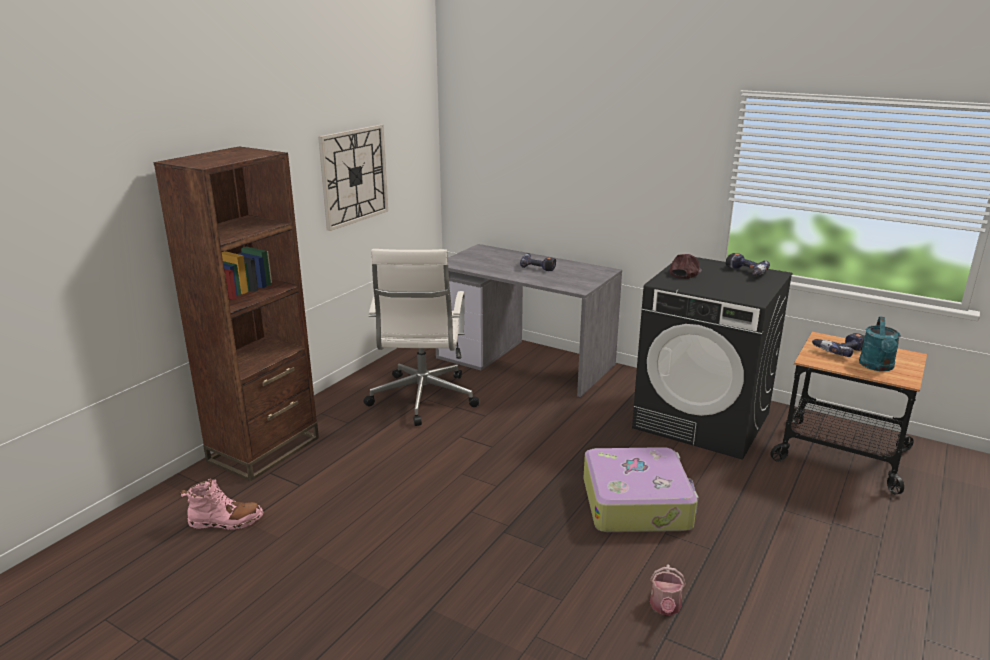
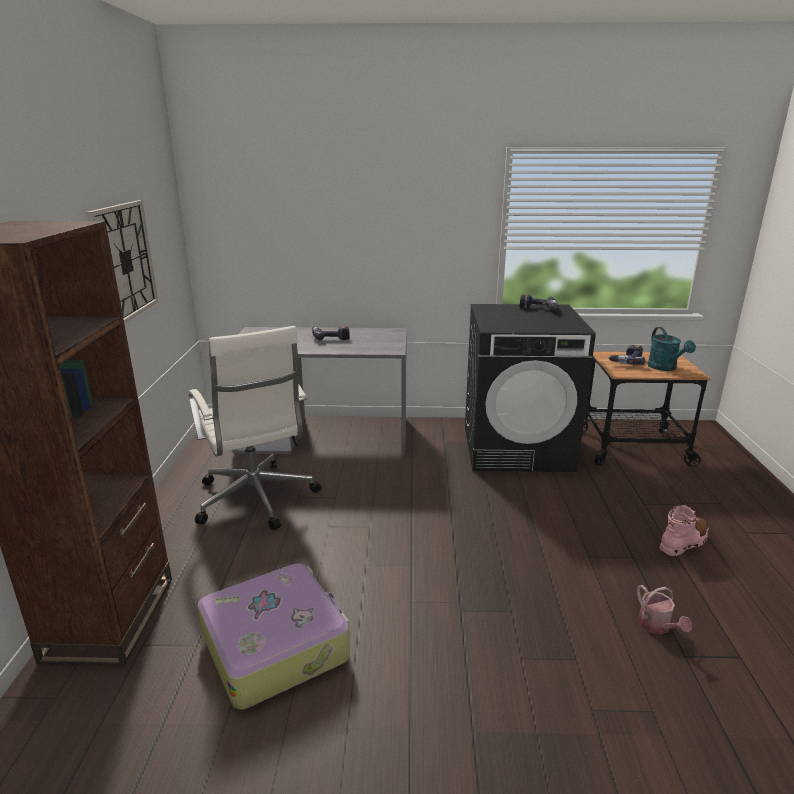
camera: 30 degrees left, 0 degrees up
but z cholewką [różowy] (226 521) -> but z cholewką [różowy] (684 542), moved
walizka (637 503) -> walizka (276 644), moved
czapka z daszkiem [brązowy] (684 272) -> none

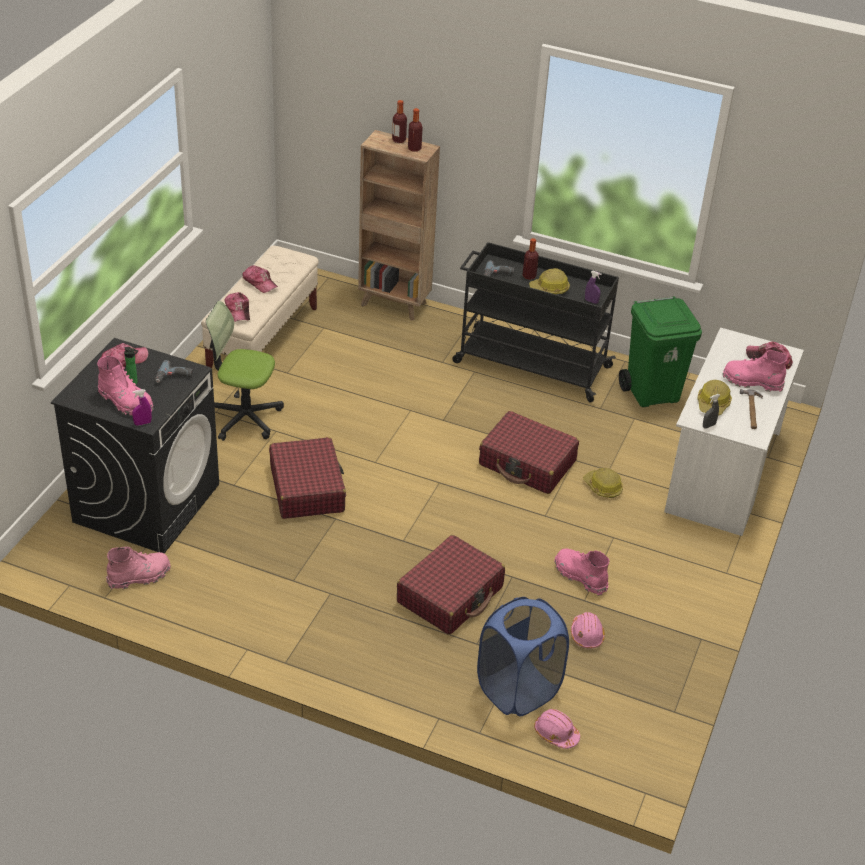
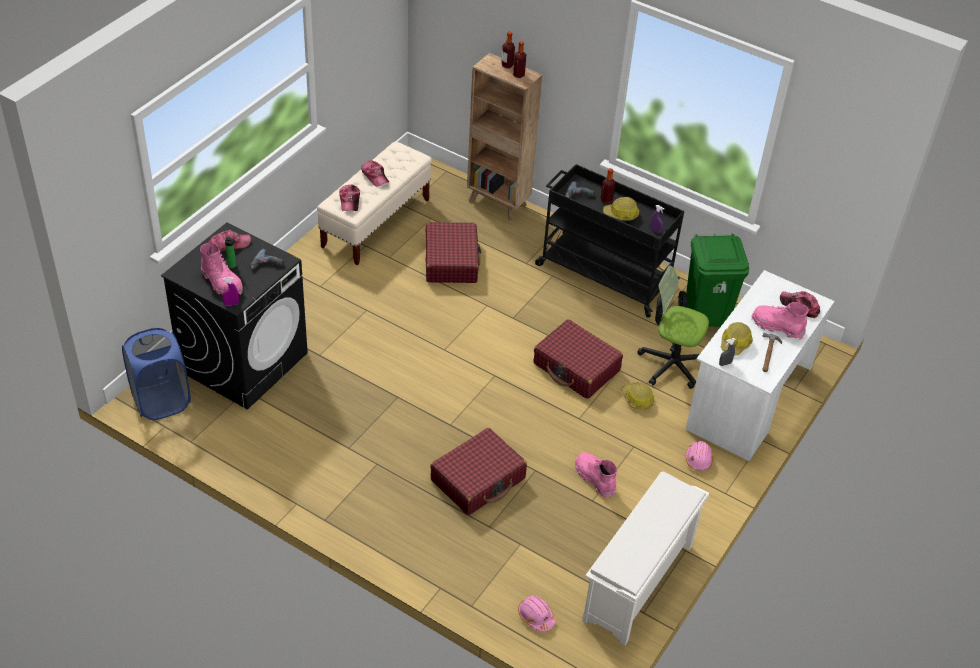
camera: 10 degrees right, 5 degrees up
but z cholewką [różowy] (139 576) -> none
krzesło biurowe (244 417) -> krzesło biurowe (671 364), moved
walizka [czerwony] (307 488) -> walizka [czerwony] (451 261), moved
kosz na pranie [niebieski] (518 690) -> kosz na pranie [niebieski] (161 401), moved
kask [różowy] (586 635) -> kask [różowy] (698 459), moved
none -> regał na buty [biały] (638 584)

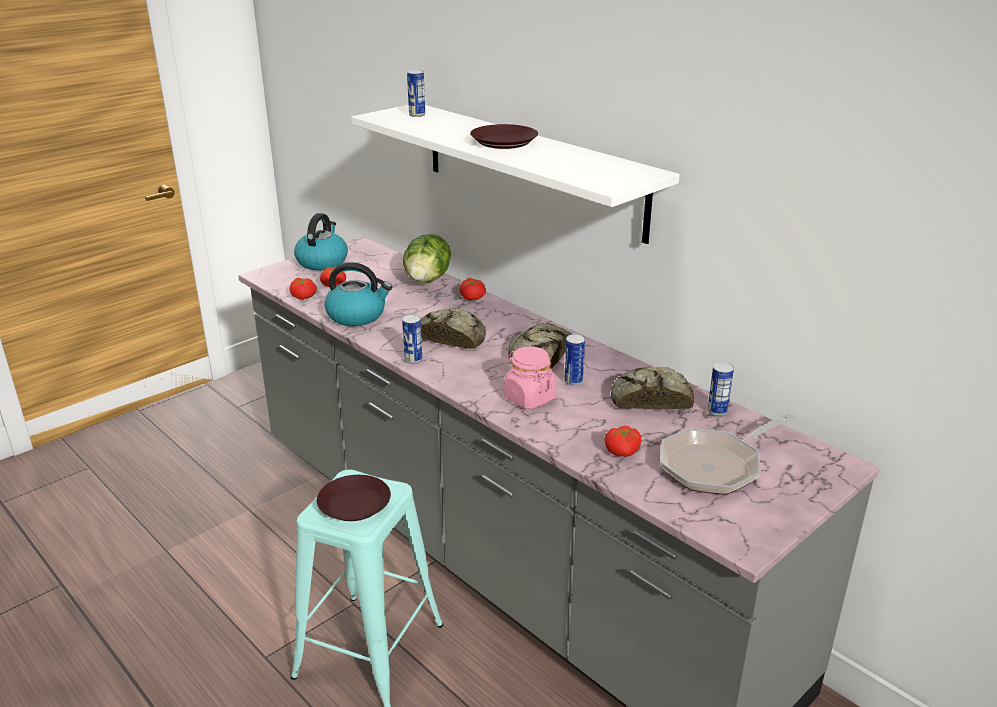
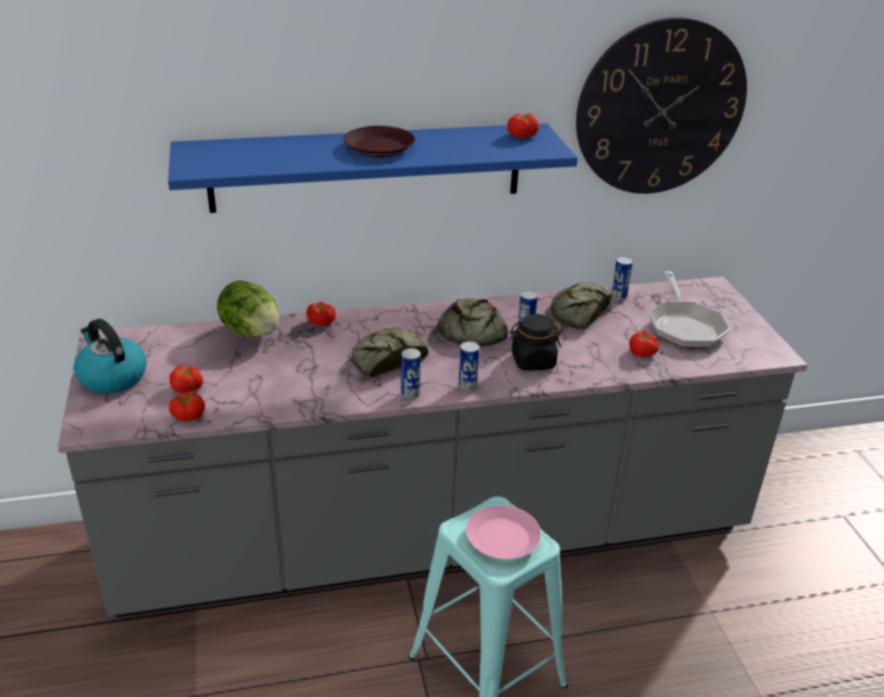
camera: 60 degrees left, 5 degrees up
talerz [brązowy] (355 504) -> talerz [różowy] (503 538)
czajnik (357 315) -> none
półka [biały] (531 169) -> półka [niebieski] (367 167)
puszka (417 115) -> puszka (467 386), moved
słoik [różowy] (529 398) -> słoik [czarny] (533 361)
none -> pomidor (521 135)
none -> zegar ścienny (660 108)

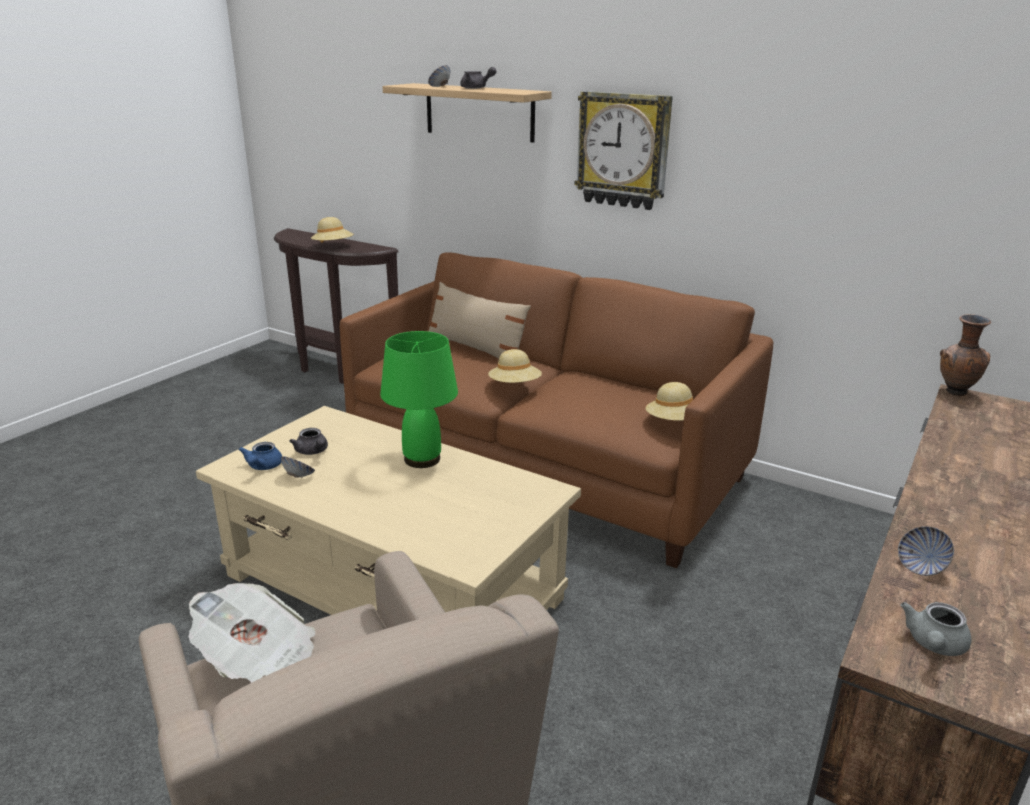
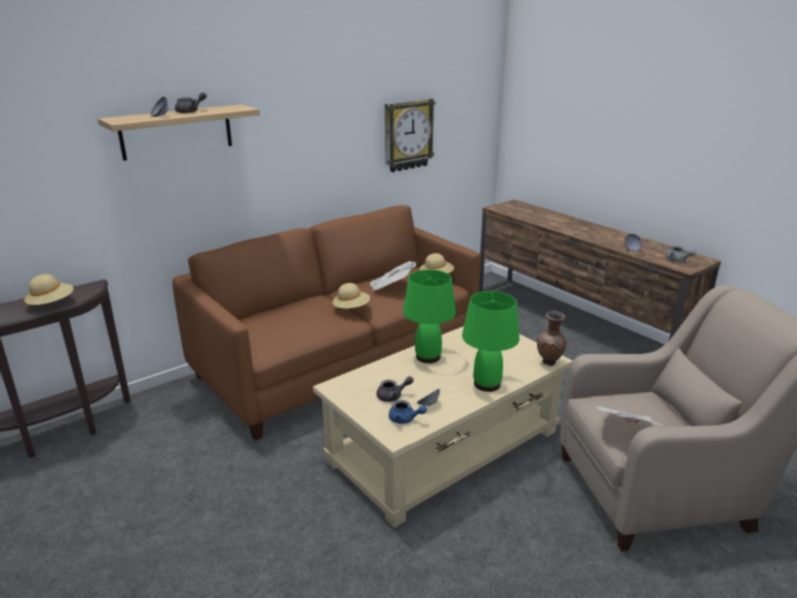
camera: 70 degrees left, 0 degrees up
poduszka [beżowy] (476 350) -> none
zegar ścienny (623 150) -> zegar ścienny (407 135), moved
wazon [brązowy] (955 393) -> wazon [brązowy] (549 363), moved
none -> gazeta (391 287)
none -> lampa stołowa [zielony] (487 384)

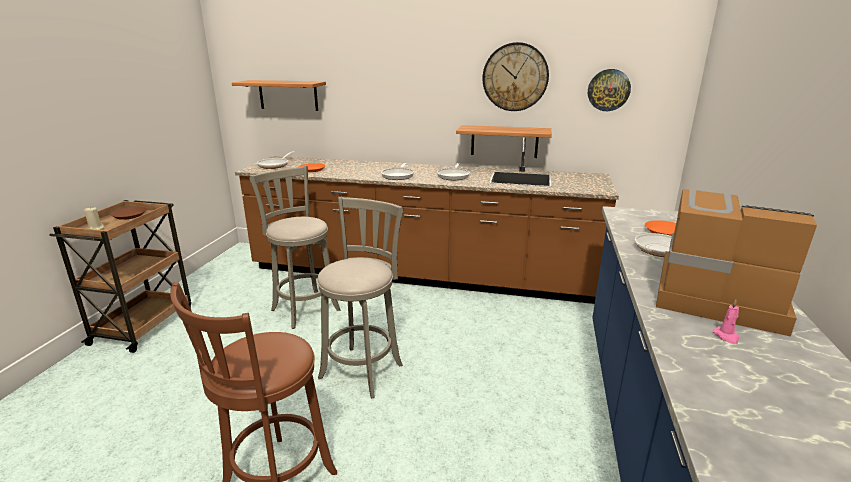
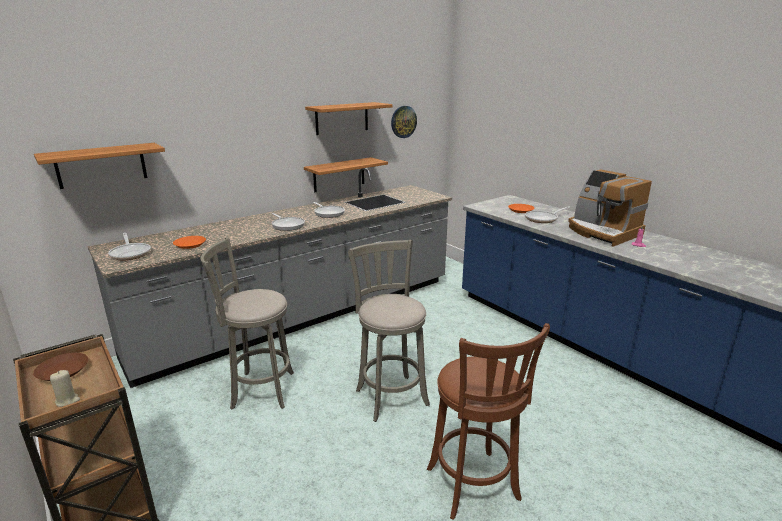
camera: 50 degrees left, 0 degrees up
zabudowa kuchenna [brązowy] (420 276) -> zabudowa kuchenna [szary] (304 317)
zegar ścienny (515 77) -> półka (342 118)
ekspres do kawy (714 297) -> ekspres do kawy (602 232), 105 degrees counterclockwise

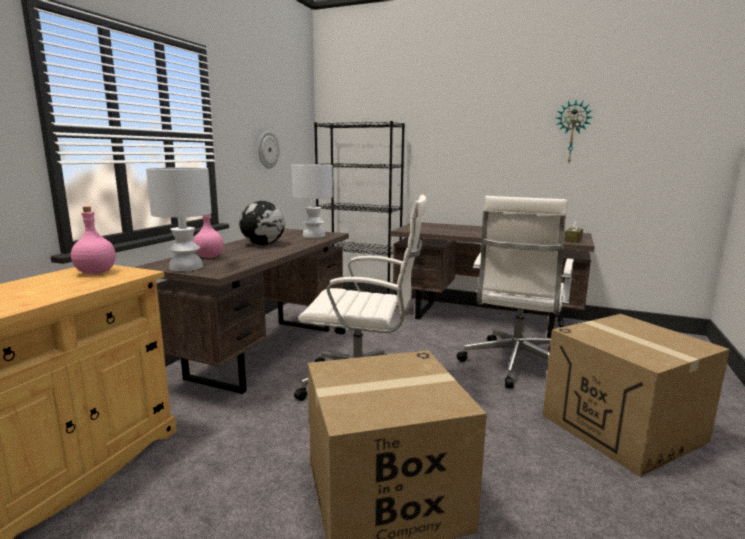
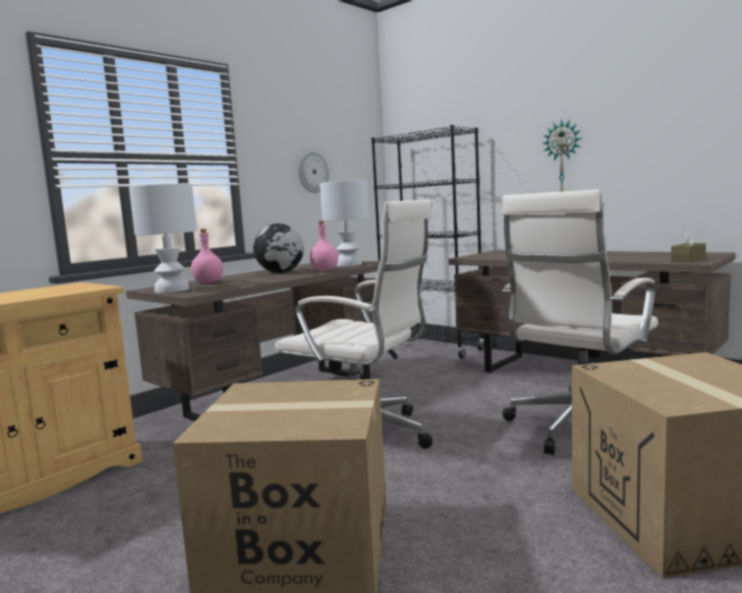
camera: 20 degrees right, 5 degrees down
butelka [różowy] (95 272) -> butelka [różowy] (324 271), moved
zegar ścienny (572 132) -> zegar ścienny (563 158), moved

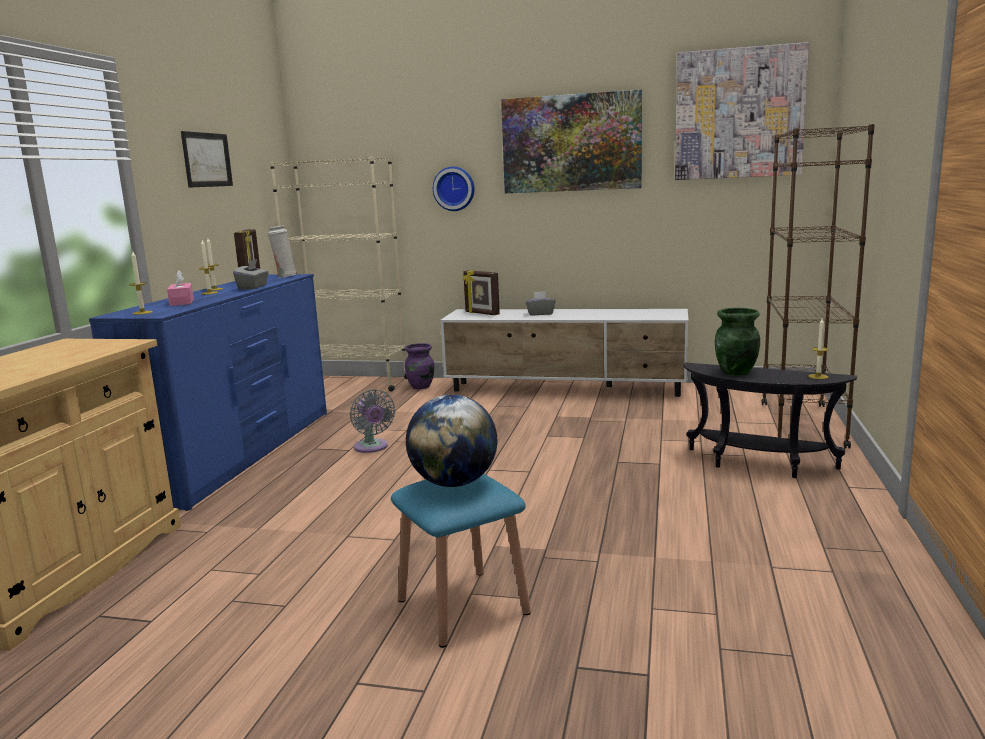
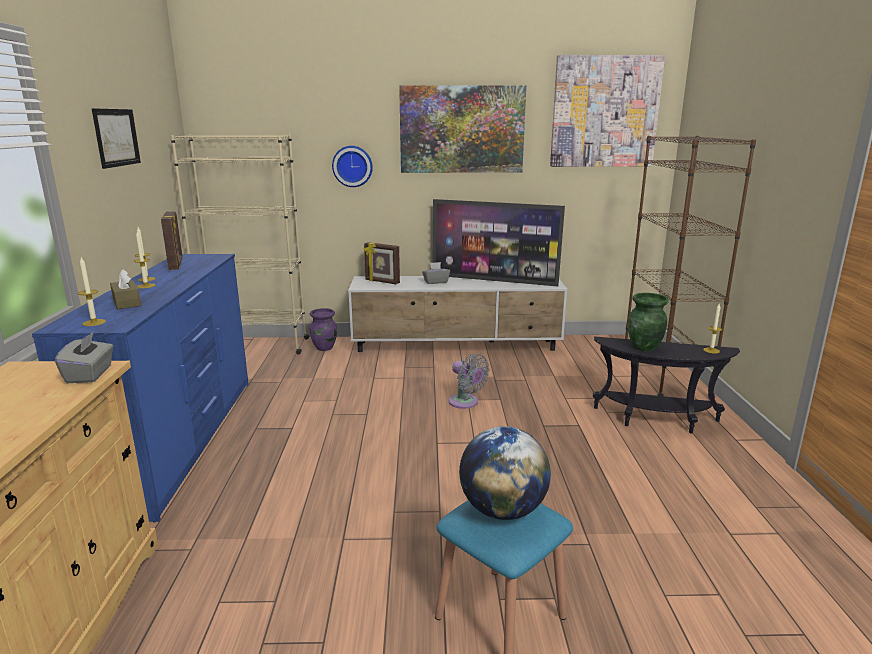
camera: 15 degrees left, 5 degrees up
pudełko chusteczek [różowy] (182 302) -> pudełko chusteczek [brązowy] (126 302)
pudełko chusteczek [szary] (253 287) -> pudełko chusteczek [szary] (90 374), moved
wazon [biały] (285 276) -> none
wentylator [szary] (372 448) -> wentylator [szary] (465 403), moved
none -> telewizor (494 280)

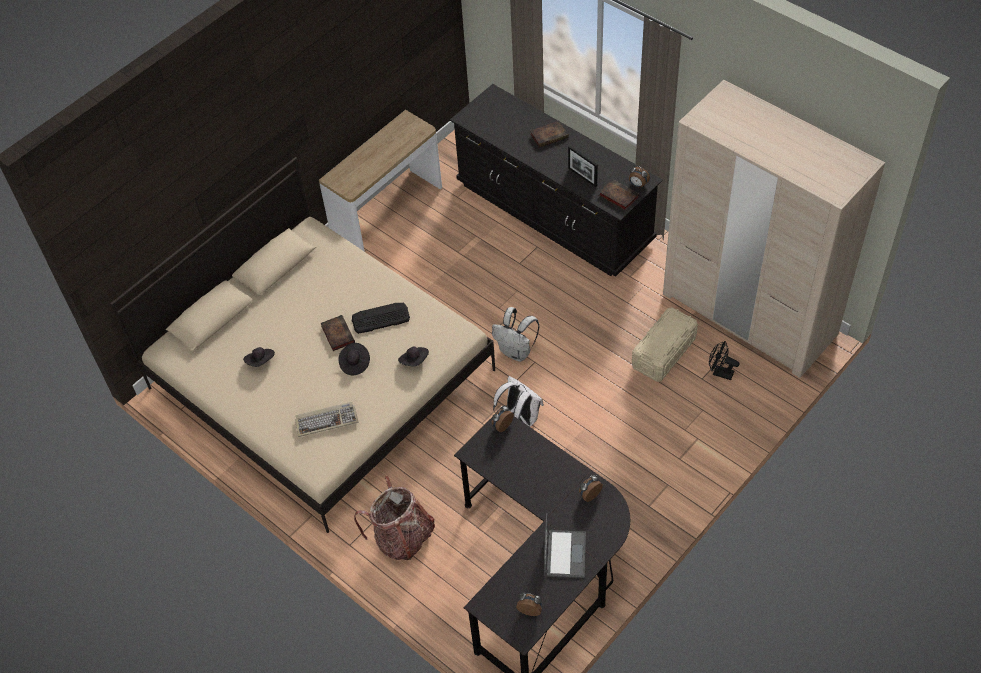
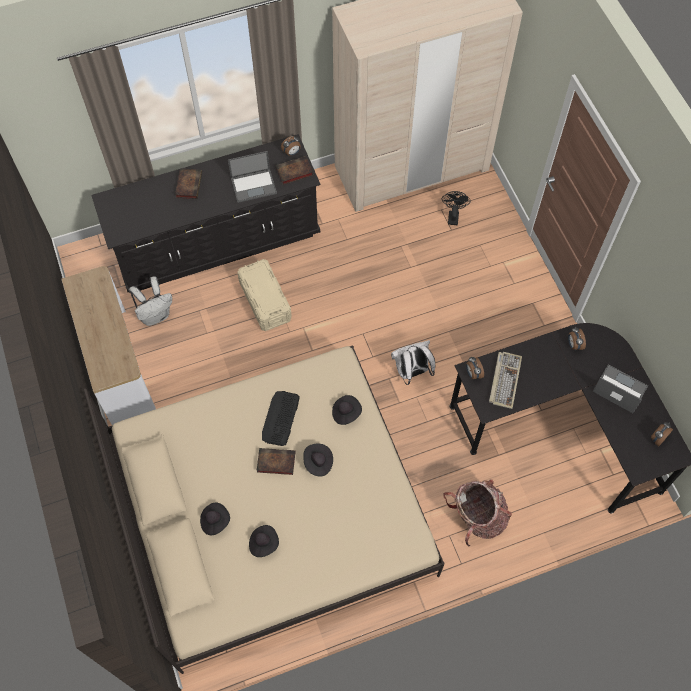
camera: 65 degrees left, 10 degrees up
klawiatura (327 420) -> klawiatura (504 380), moved
plecak [biały] (516 351) -> plecak [biały] (156 315), moved
ramka na zdjęcie (582 177) -> laptop (254 185)
pojemnik do przechowywania [beżowy] (664 352) -> pojemnik do przechowywania [beżowy] (265 301), moved
wentylator [czarny] (719 372) -> wentylator [czarny] (453 215), 135 degrees clockwise
none -> kapelusz [czarny] (215 521)

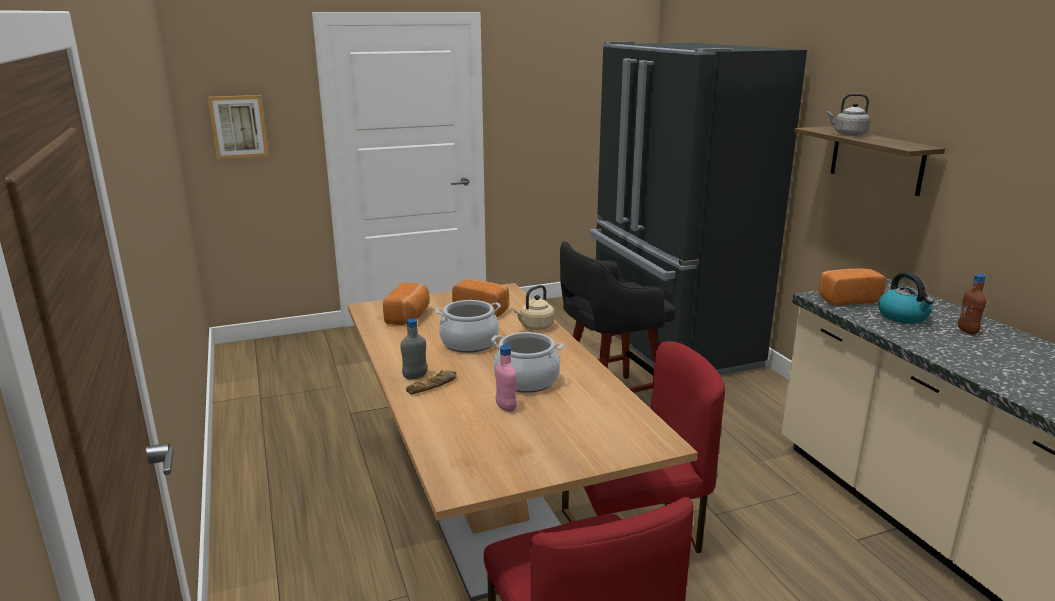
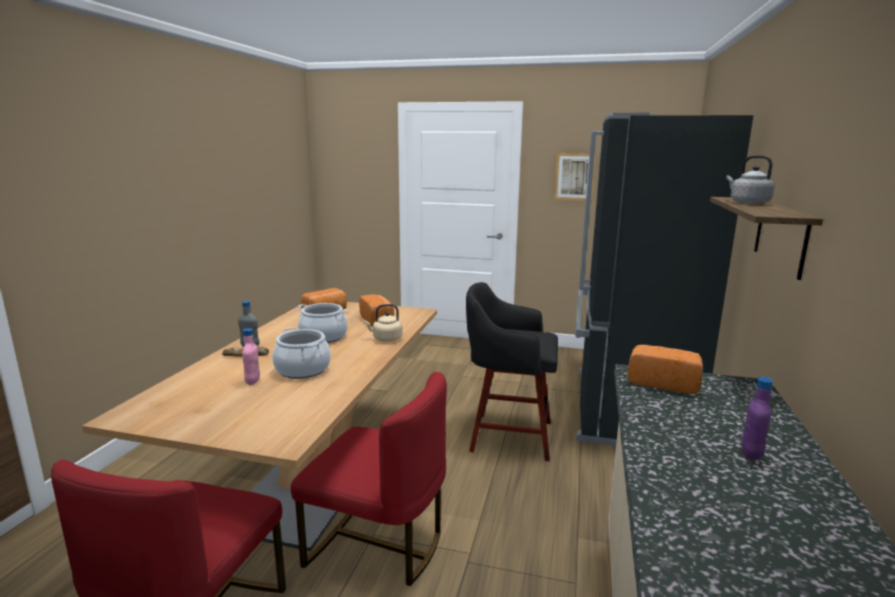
camera: 35 degrees right, 5 degrees down
obraz (238 126) -> obraz (574 176), moved
czajnik (903 317) -> none
butelka [brązowy] (967 331) -> butelka [fioletowy] (751 454)

